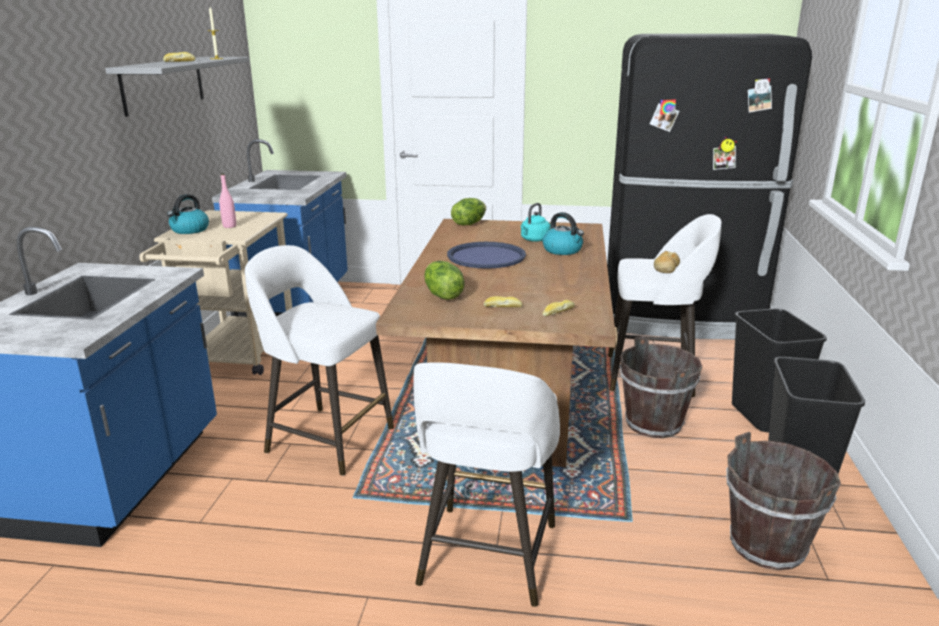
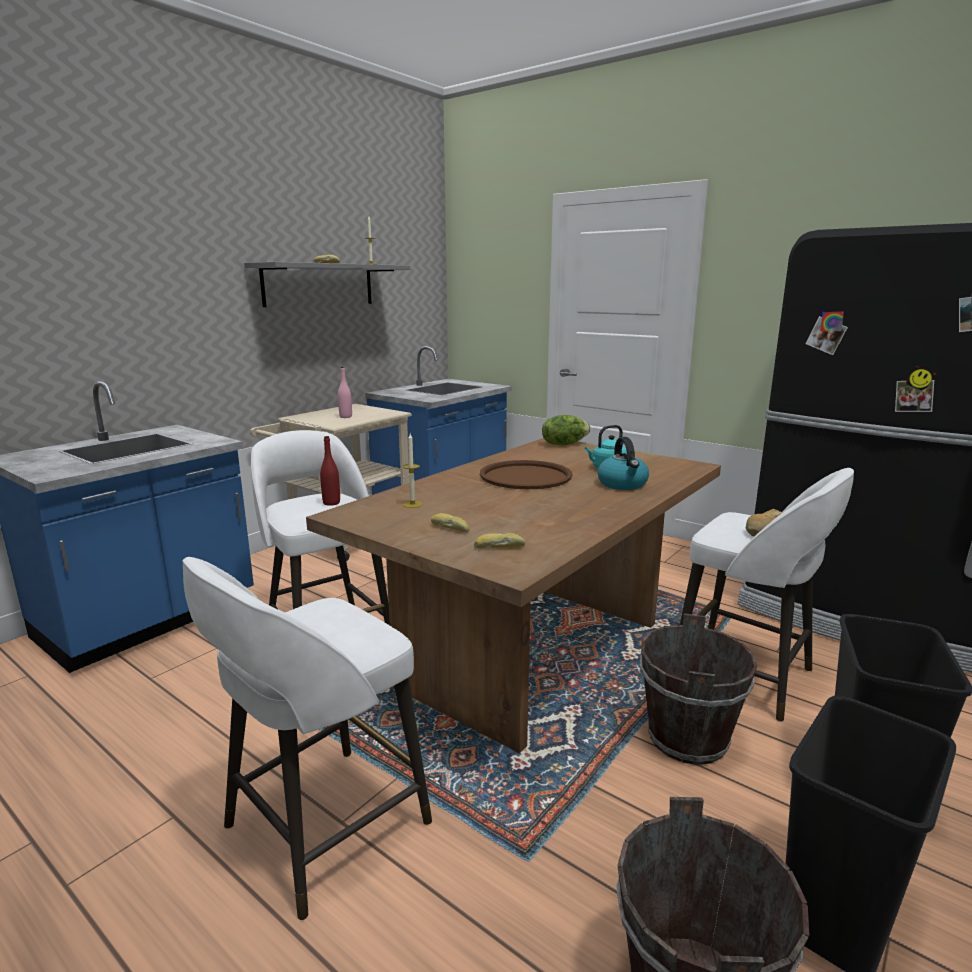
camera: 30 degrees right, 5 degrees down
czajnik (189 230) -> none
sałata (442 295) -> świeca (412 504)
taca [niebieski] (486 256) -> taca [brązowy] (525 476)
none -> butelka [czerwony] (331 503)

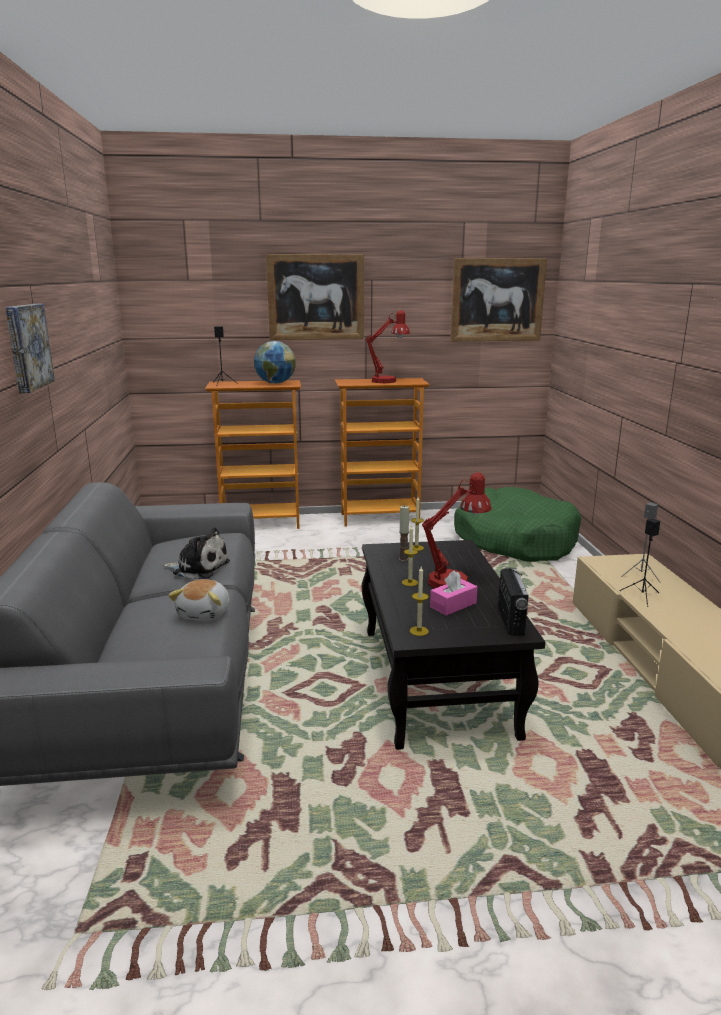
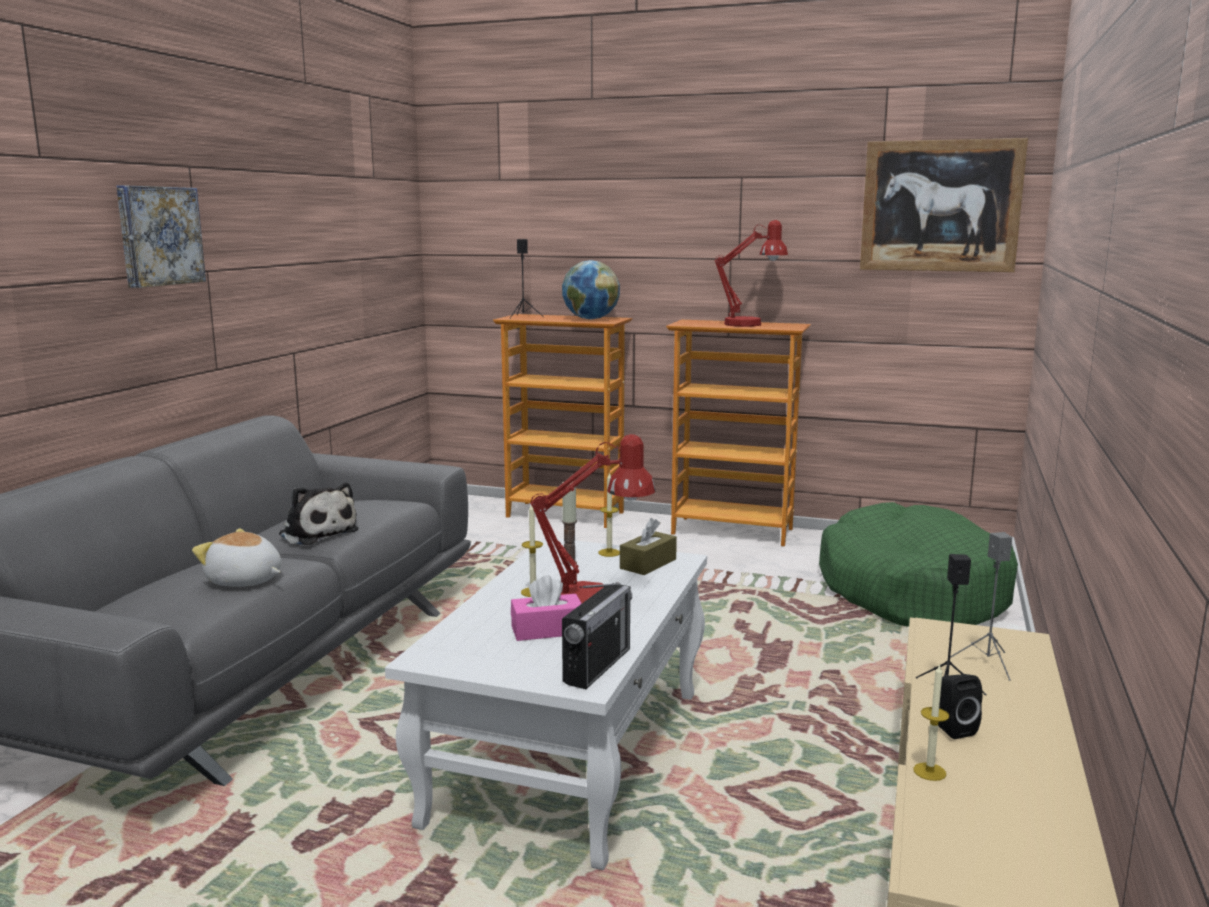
camera: 25 degrees right, 5 degrees down
pluszak (205 613) -> pluszak (244 581), 75 degrees clockwise
obraz (316 297) -> none
ława [czarny] (435 679) -> ława [biały] (570 753)
świeca (419 631) -> świeca (929 771), moved
none -> pudełko chusteczek [brązowy] (648 564)
none -> głośnik [czarny] (951 728)

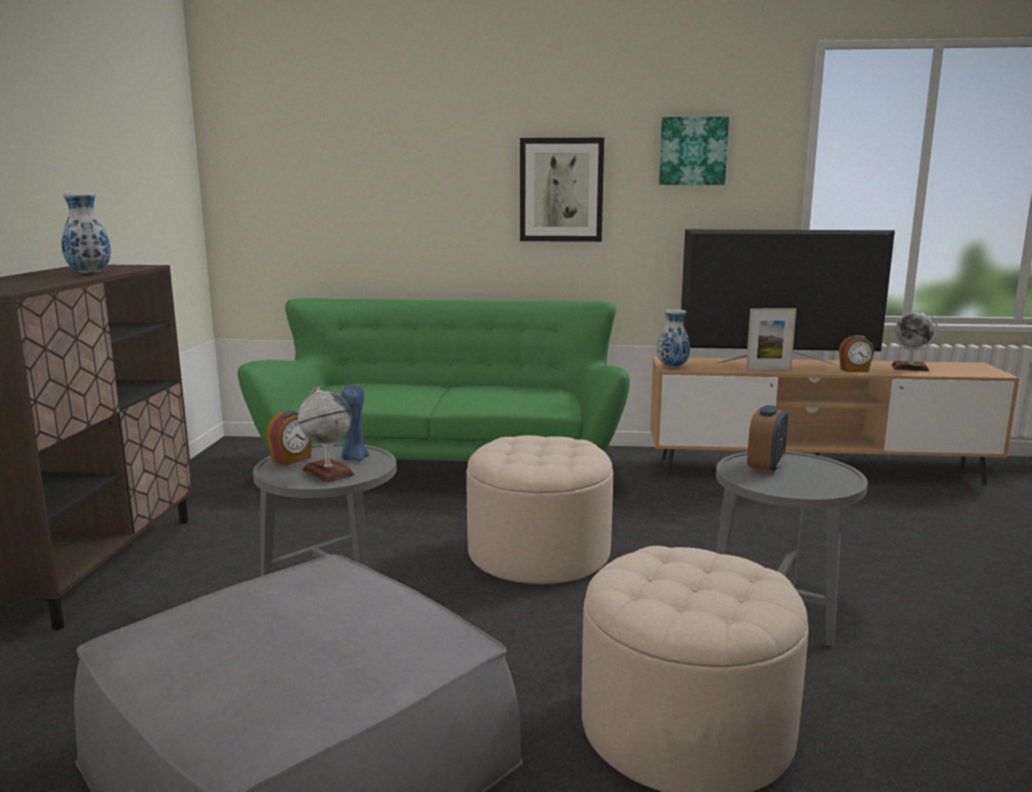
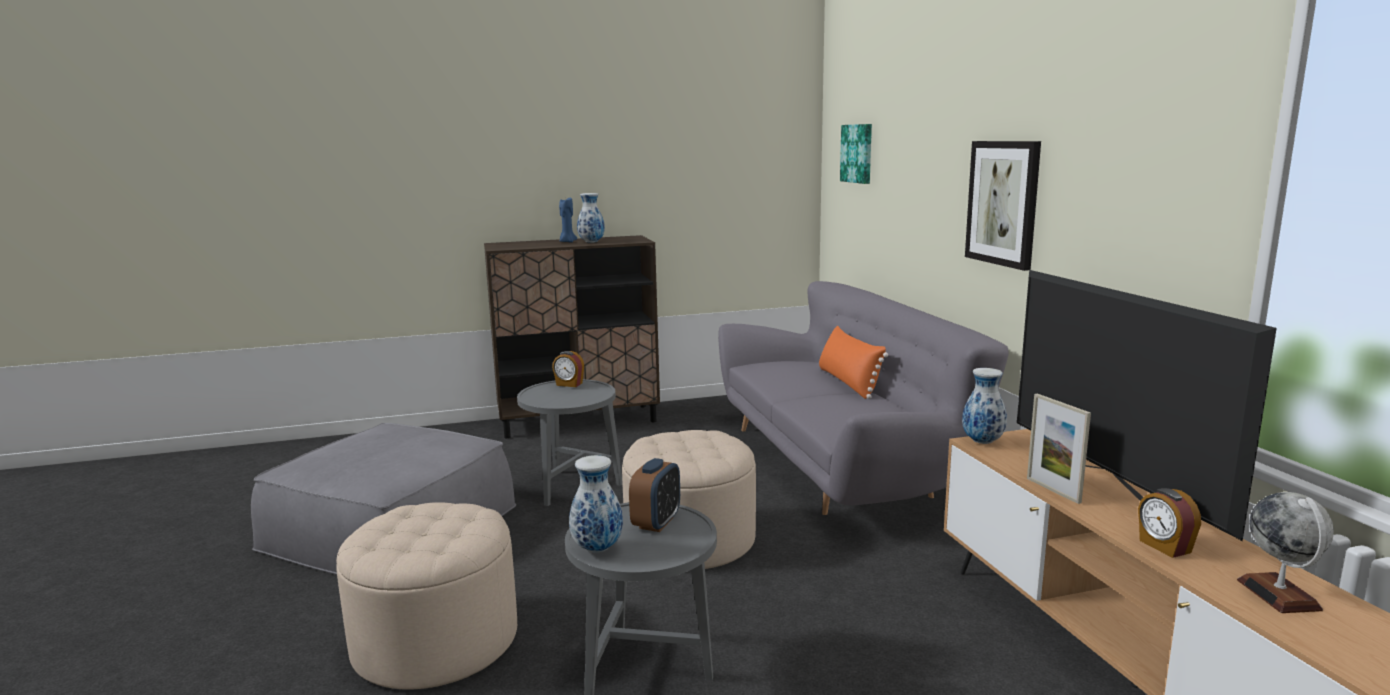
camera: 70 degrees right, 0 degrees up
kanapa [zielony] (445 468) -> kanapa [szary] (842 467)
globus (328 472) -> none
świeca [niebieski] (354 458) -> świeca [niebieski] (567 242), moved
obraz (692 151) -> obraz (858 153), moved
budzik (766 467) -> budzik (656 523), 75 degrees counterclockwise
none -> wazon (597 548)
none -> poduszka [pomarańczowy] (848 383)

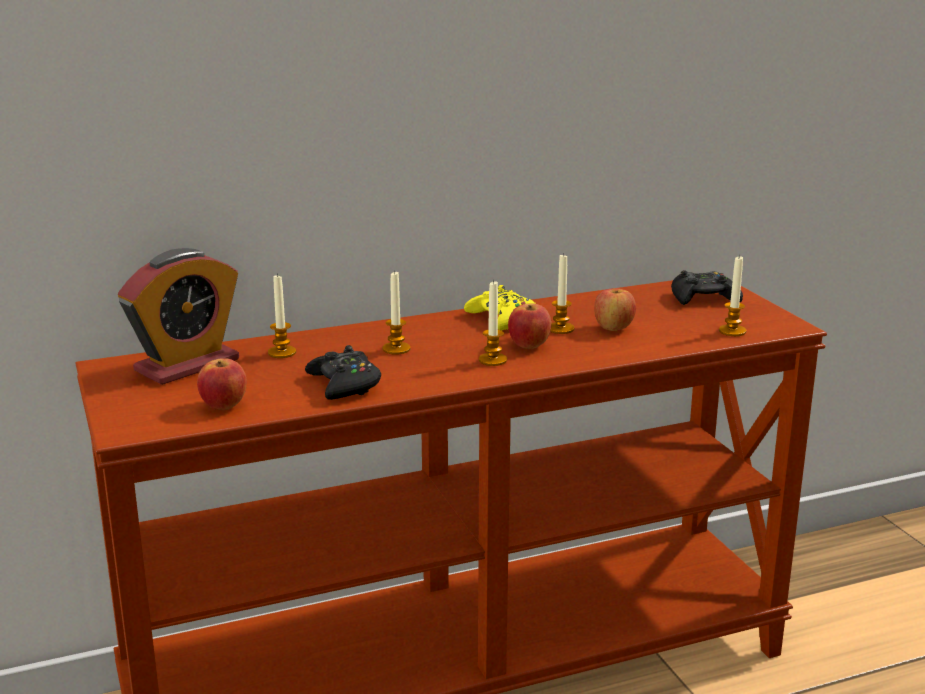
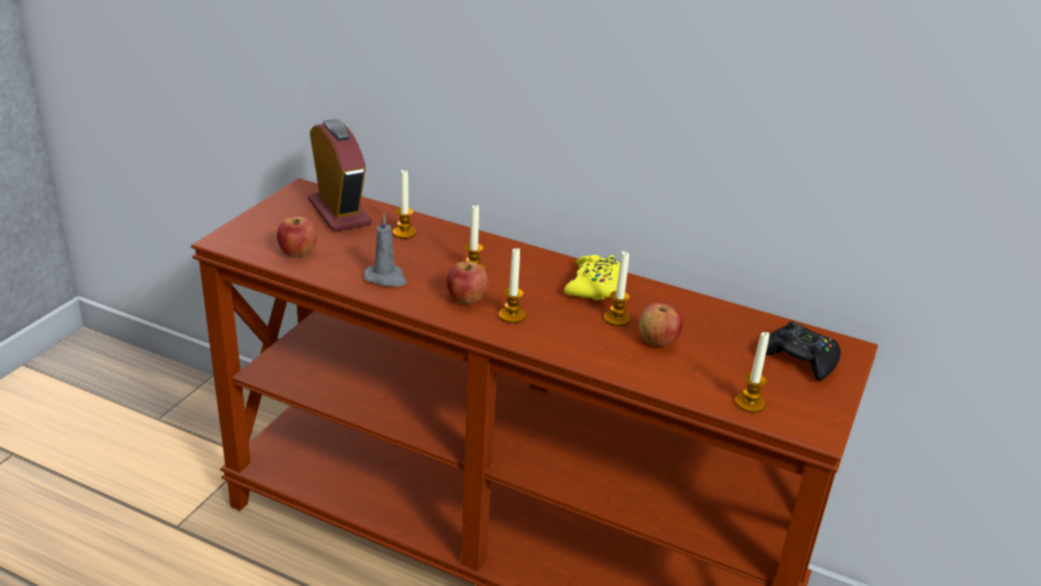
camera: 45 degrees right, 10 degrees up
budzik (187 365) -> budzik (339 212), 120 degrees counterclockwise
pad do gier [czarny] (344 385) -> świeca [szary] (386 278)
jabłko (529 346) -> jabłko (466 300), moved

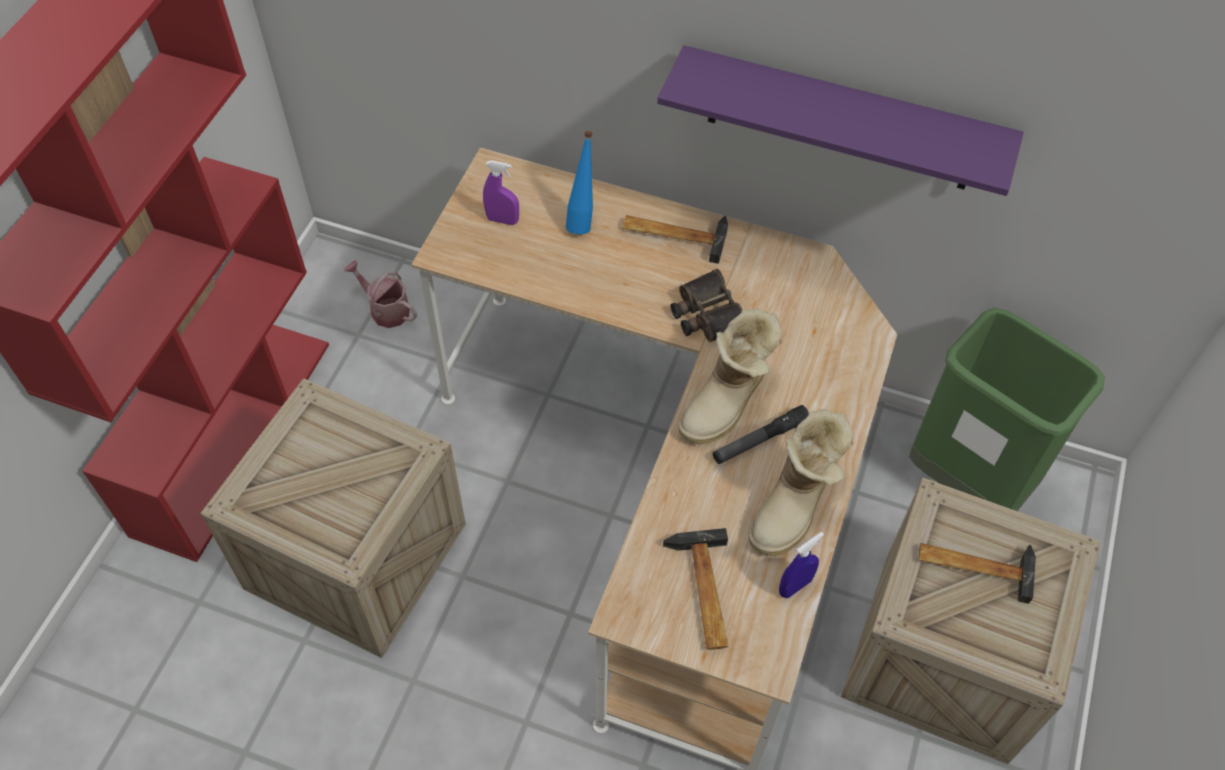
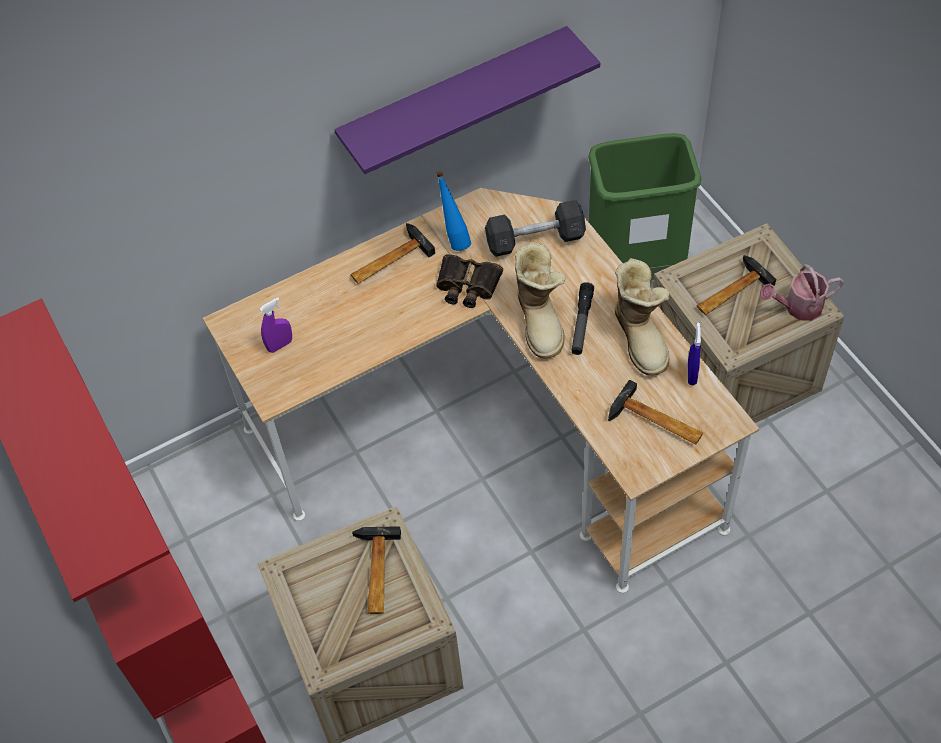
camera: 45 degrees left, 0 degrees up
konewka (385 309) -> konewka (798 307), moved
butelka [niebieski] (582 220) -> butelka [niebieski] (454 239), moved
none -> młotek (375 573)
none -> hantel [szary] (535 239)

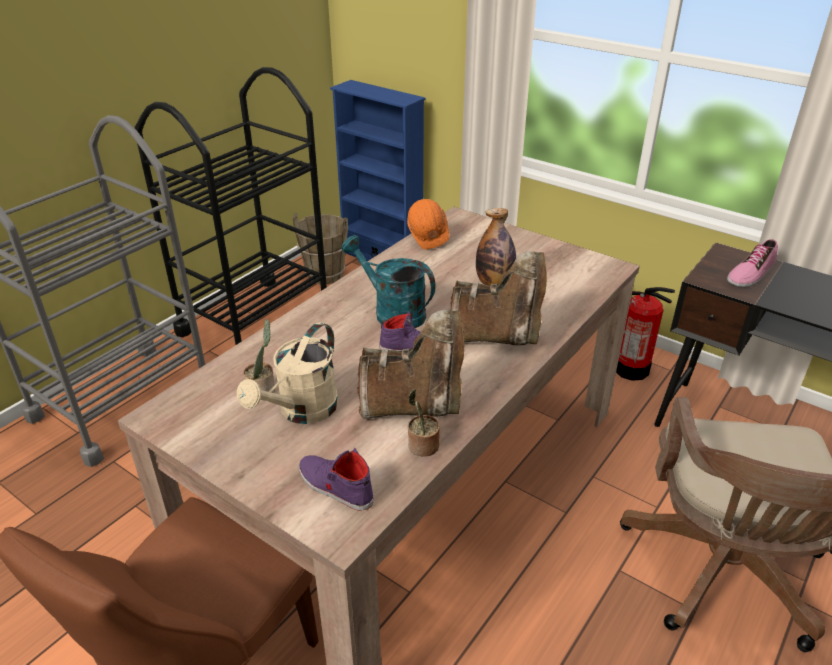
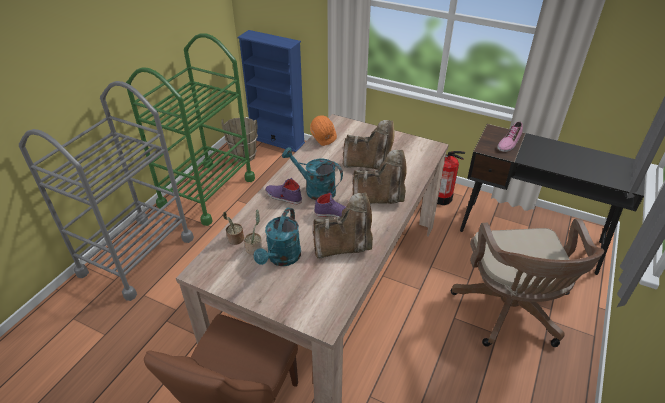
camera: 10 degrees left, 5 degrees up
wózek [czarny] (255 320) -> wózek [zielony] (207 192)
konewka [beżowy] (302 411) -> konewka [turkusowy] (281 258)
but [fioletowy] (335 487) -> but [fioletowy] (283 197), moved
roślina doniczkowa (422 447) -> roślina doniczkowa (235 240), moved
butelka (494 283) -> but z cholewką [brązowy] (369 164)

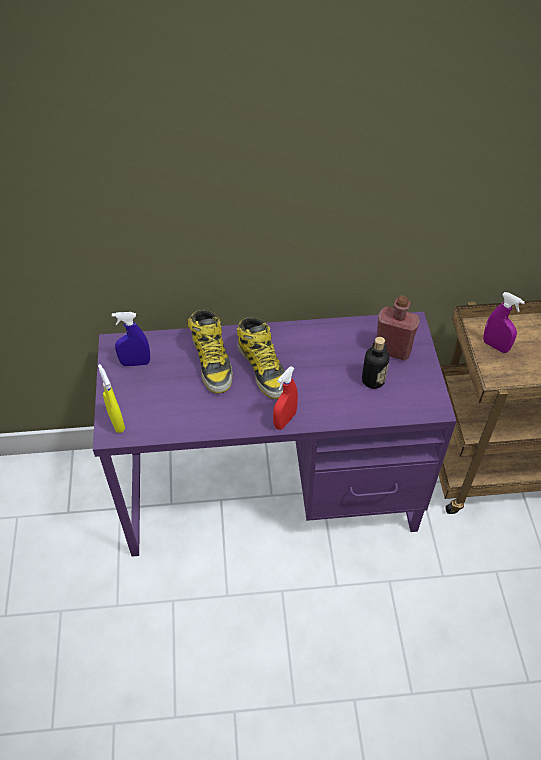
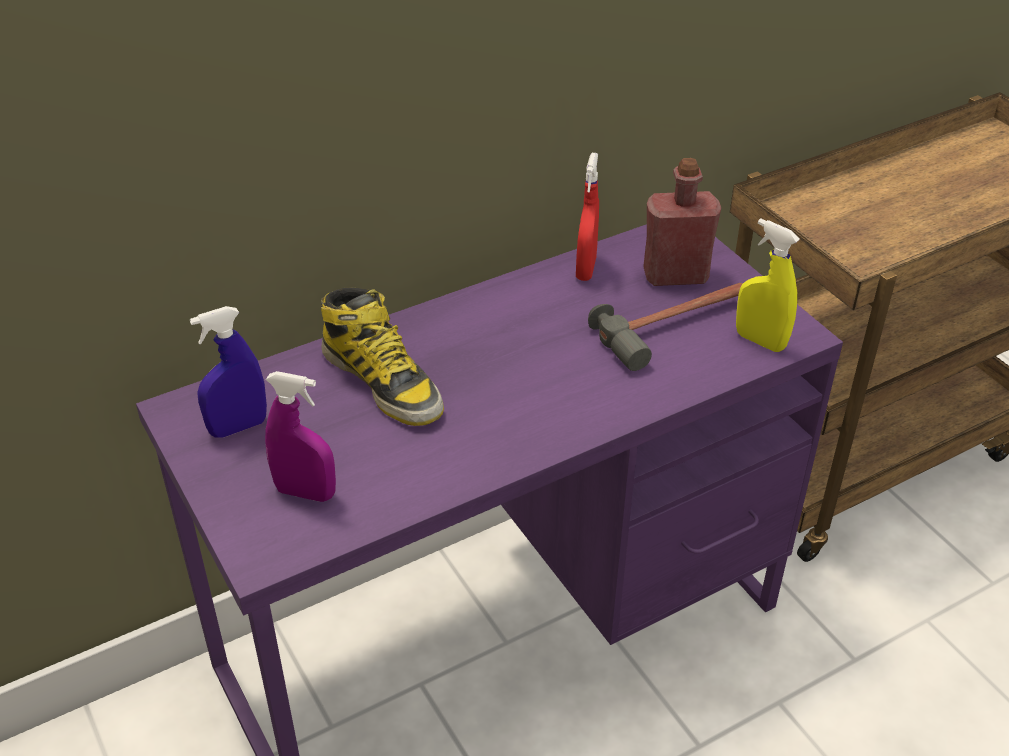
camera: 25 degrees left, 10 degrees down
spryskiwacz [żółty] (116 422) -> spryskiwacz [żółty] (760 341), moved
but z cholewką (263 368) -> none
spryskiwacz [czerwony] (285 420) -> spryskiwacz [czerwony] (586 269), moved
butelka (373 380) -> młotek (675 326)
spryskiwacz [fioletowy] (495 346) -> spryskiwacz [fioletowy] (305 492), moved

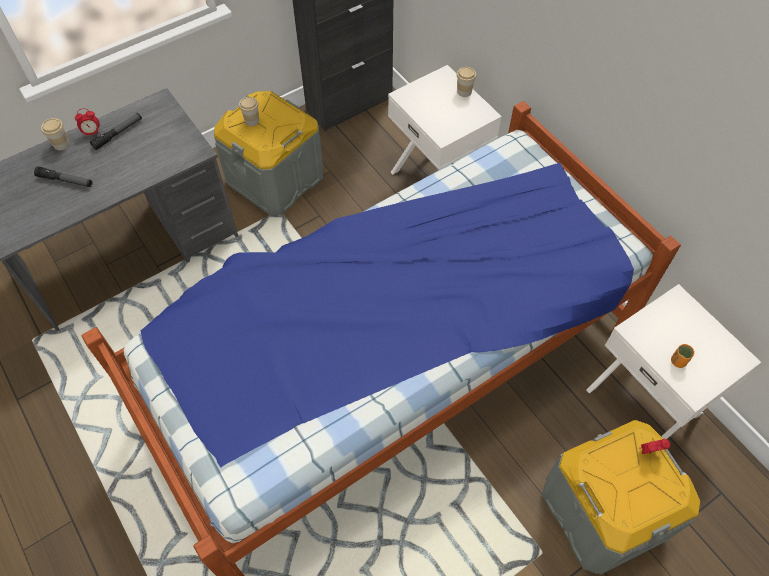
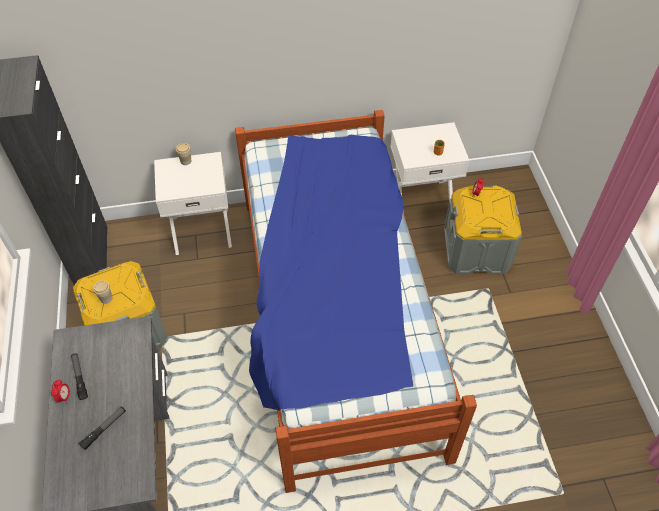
camera: 65 degrees left, 5 degrees down
filiżanka (61 144) -> none

